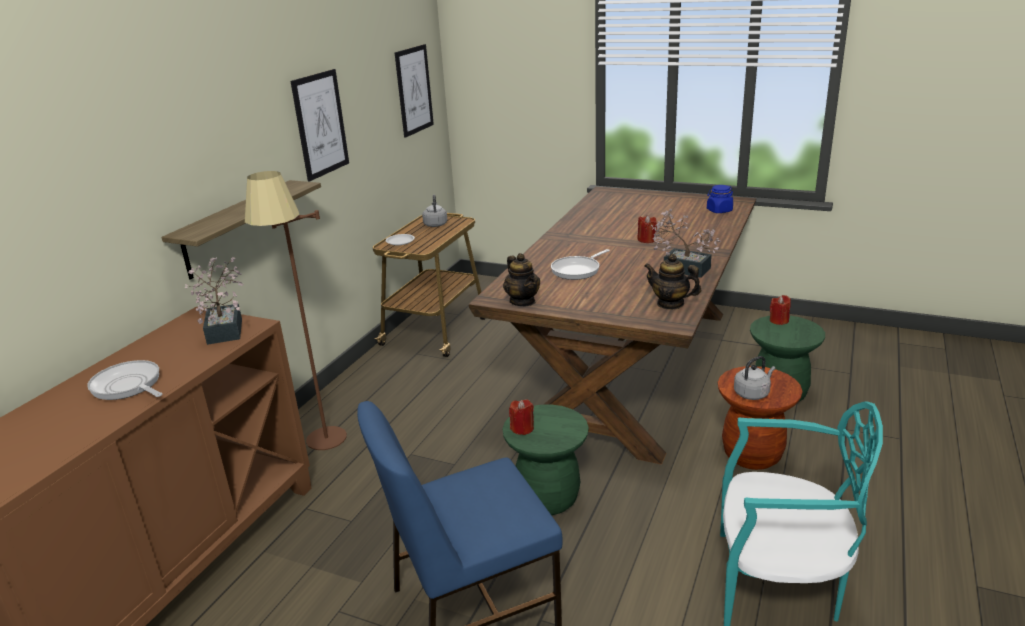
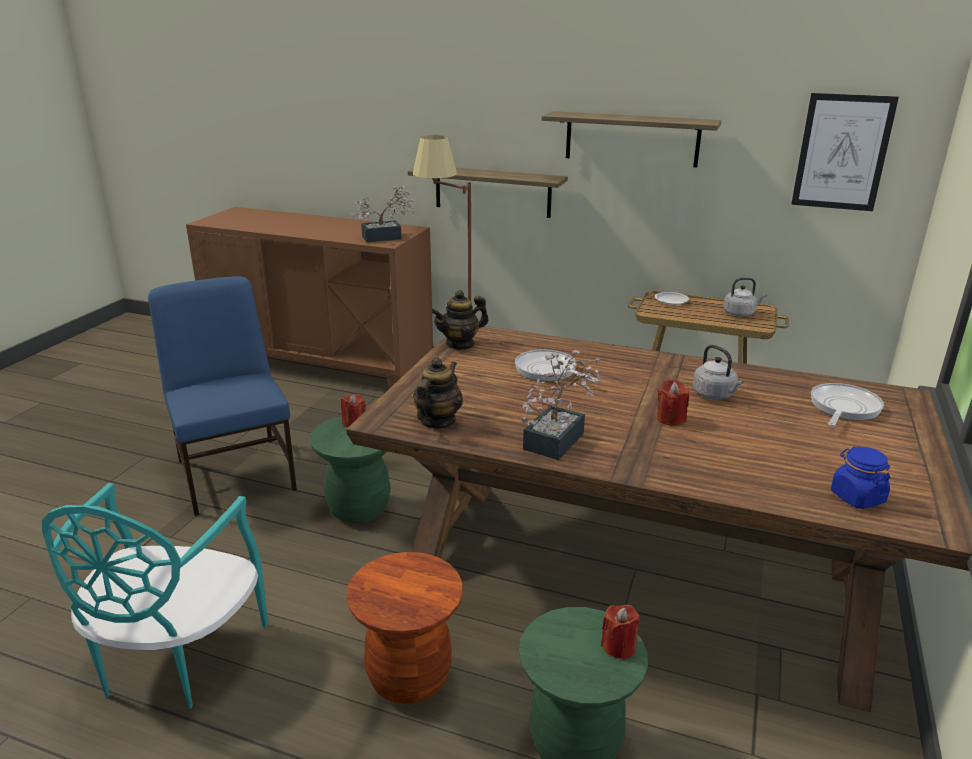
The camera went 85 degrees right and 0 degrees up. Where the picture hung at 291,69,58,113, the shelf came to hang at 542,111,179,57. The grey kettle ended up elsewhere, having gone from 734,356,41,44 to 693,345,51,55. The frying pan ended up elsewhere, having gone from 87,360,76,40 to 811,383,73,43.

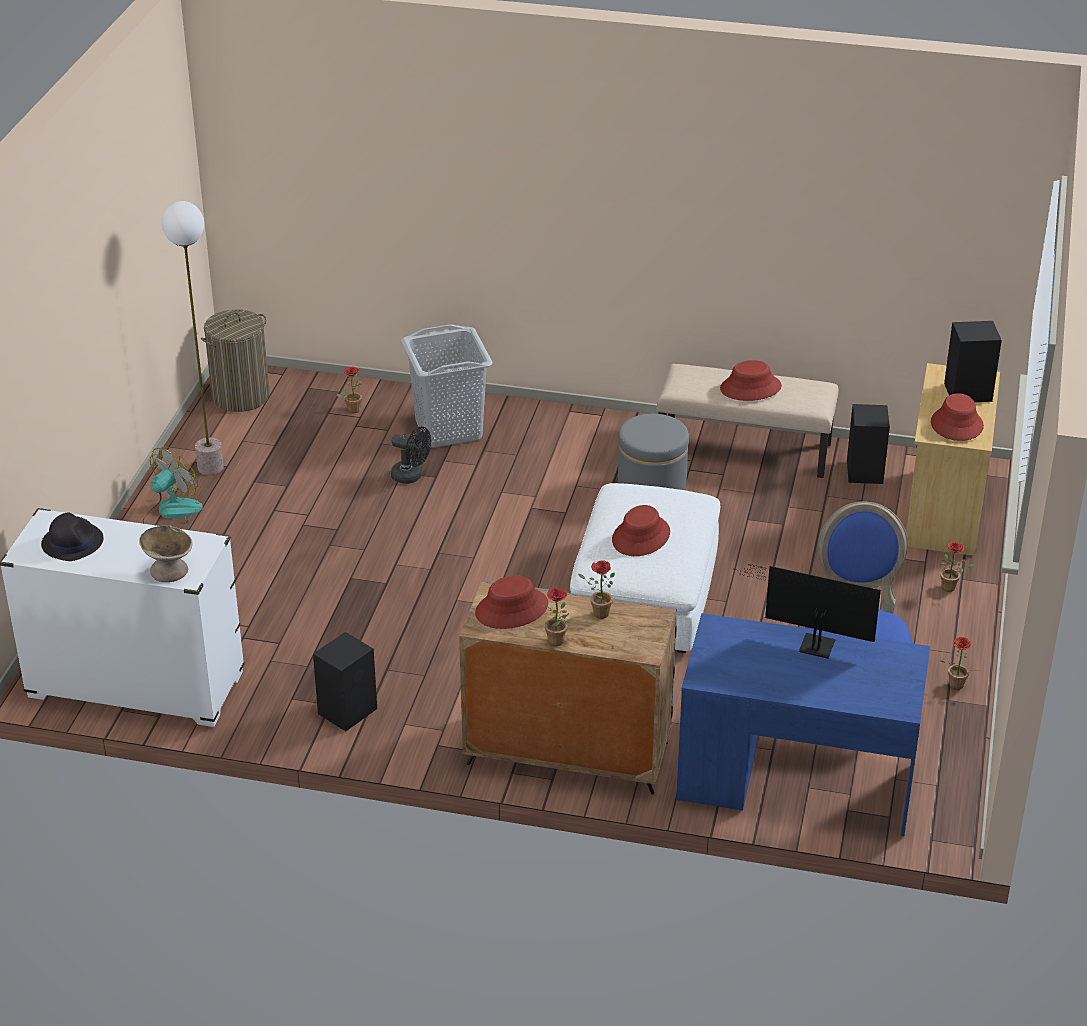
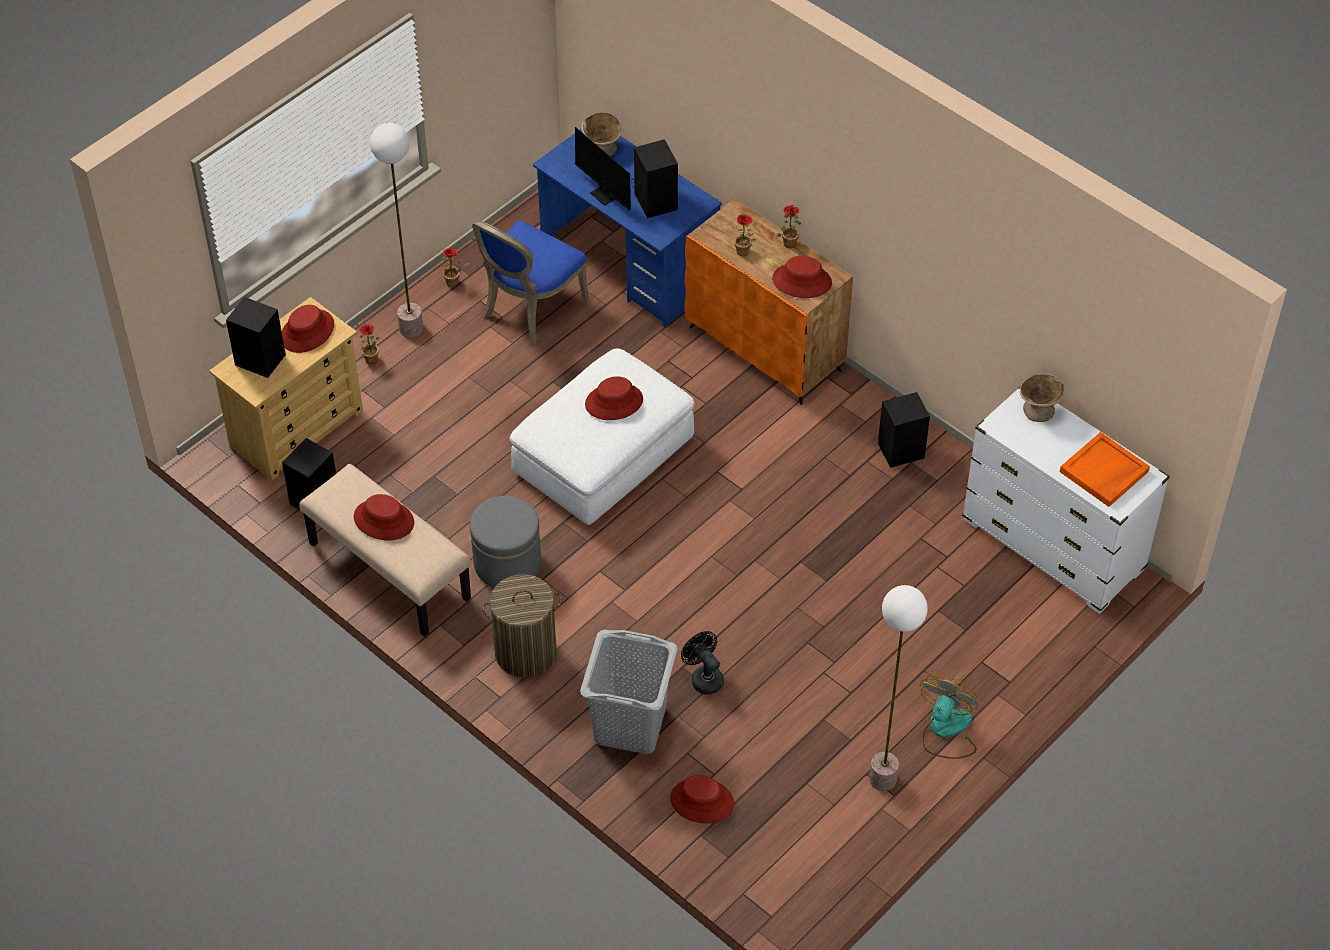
The camera went 150 degrees left and 15 degrees up. The second view gained the floor lamp at 370,123,53,215. The laundry basket ended up elsewhere, having gone from 201,309,69,103 to 482,574,79,103. The second view gained the beige bowl at 581,112,41,45. The second view gained the black speaker at 634,139,44,79. Where the potted plant stood at 336,367,27,46, the red hat came to stand at 670,775,64,49. What was the grey cabinet at 459,580,218,215 turned into the orange cabinet at 685,198,168,207. The fan at 143,447,60,83 ended up facing another way, 135 degrees clockwise from before. Where the black hat stood at 41,512,62,49, the orange tray came to stand at 1060,432,90,75.

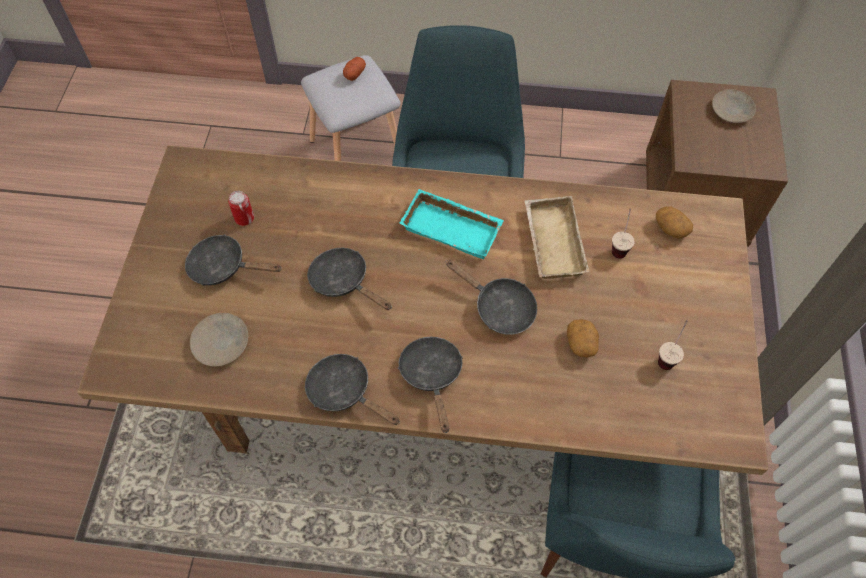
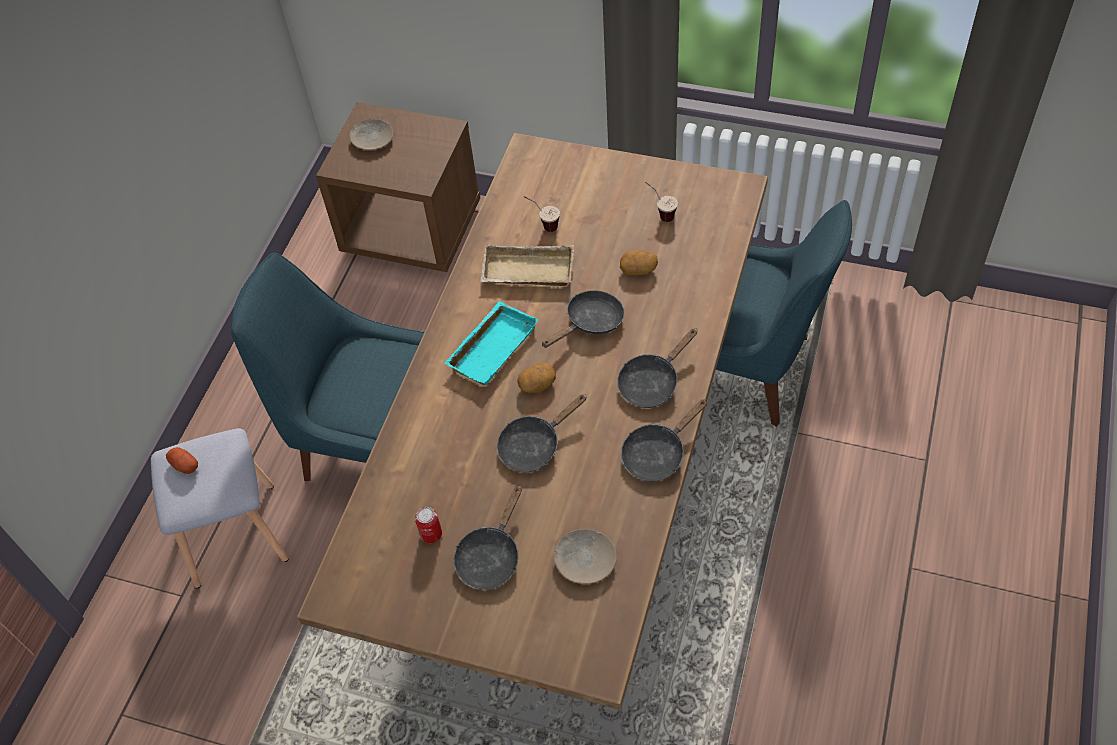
The camera went 75 degrees left and 5 degrees down. The potato ended up elsewhere, having gone from 656,206,37,33 to 517,362,39,31. The black frying pan at 398,337,65,96 ended up facing another way, 45 degrees counterclockwise from before.

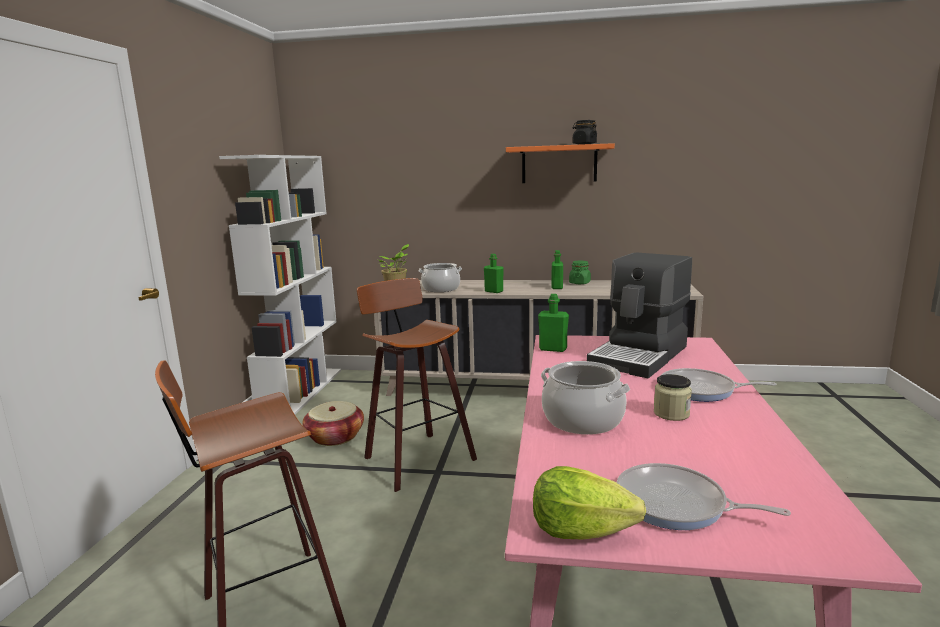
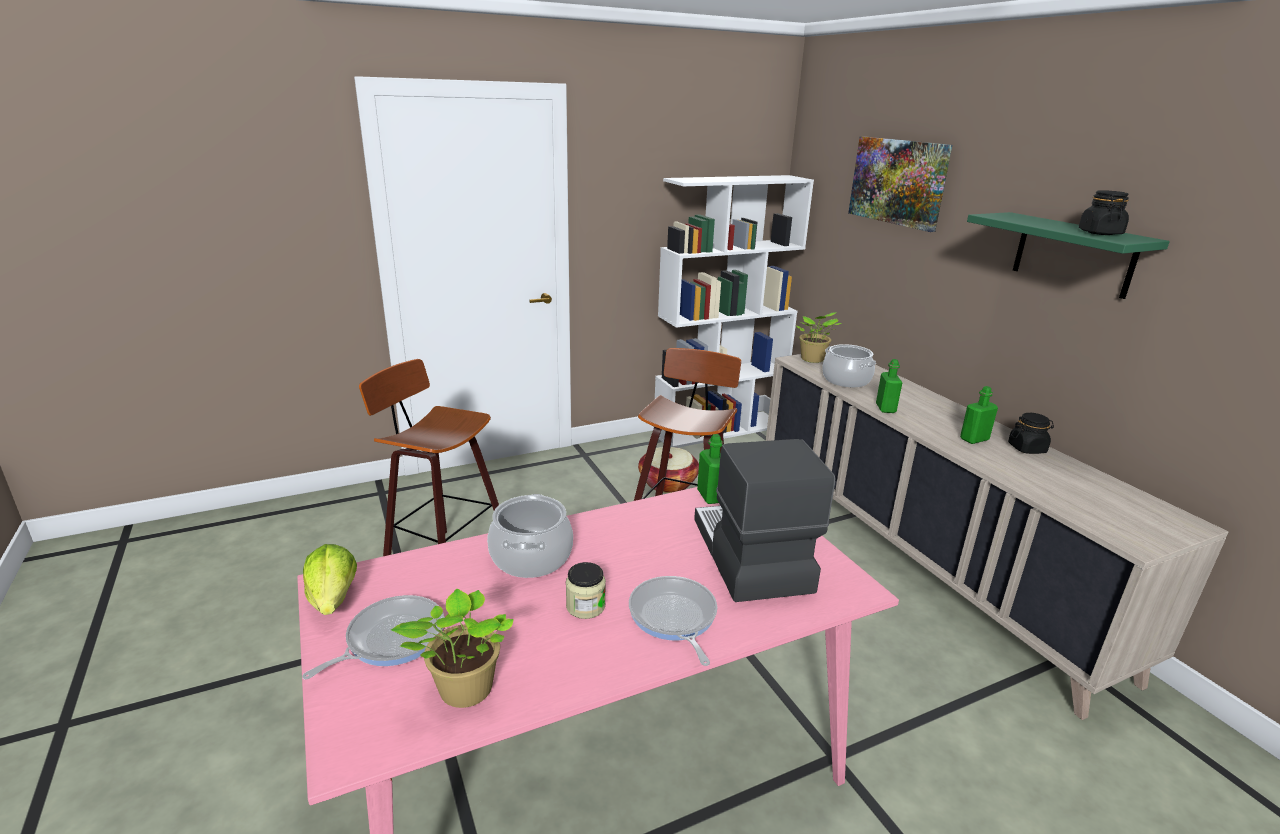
The camera went 55 degrees right and 10 degrees up. The frying pan at 617,463,174,67 ended up facing another way, 45 degrees clockwise from before. The second view gained the potted plant at 391,589,123,119. The coffee machine at 587,252,105,126 ended up facing another way, 75 degrees clockwise from before. The second view gained the picture at 848,136,104,96. What was the orange shelf at 506,143,109,40 turned into the green shelf at 967,212,203,87. What was the green jar at 569,261,22,23 turned into the black jar at 1008,413,46,41.

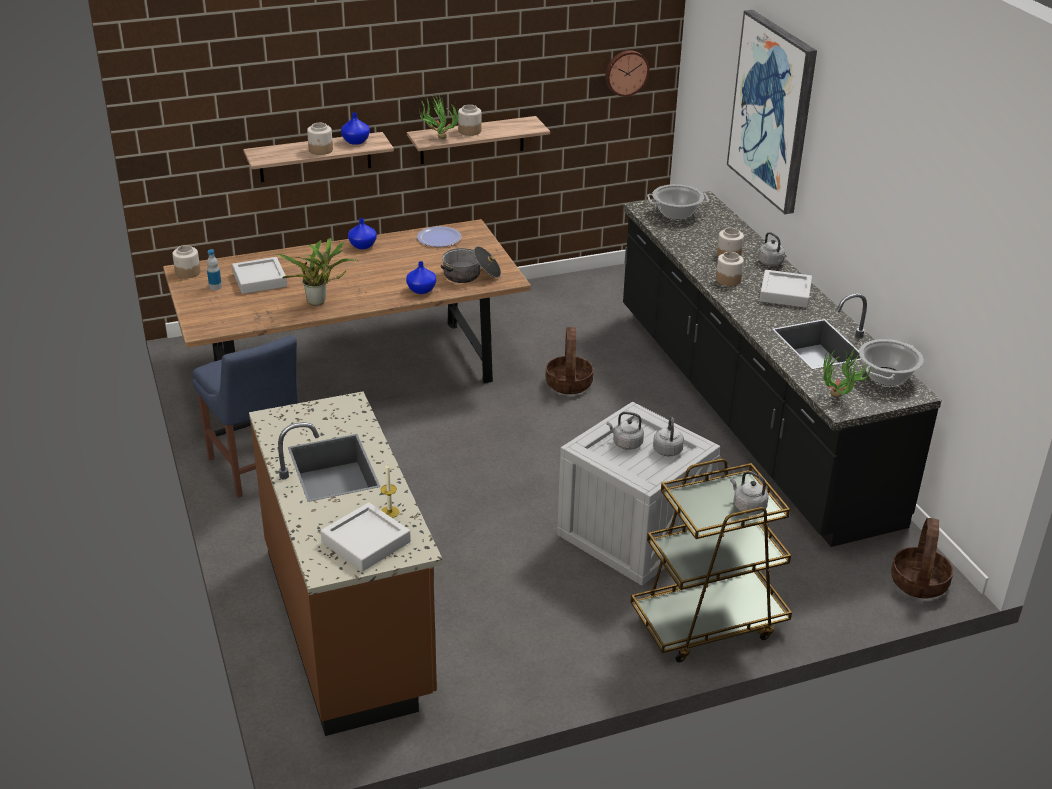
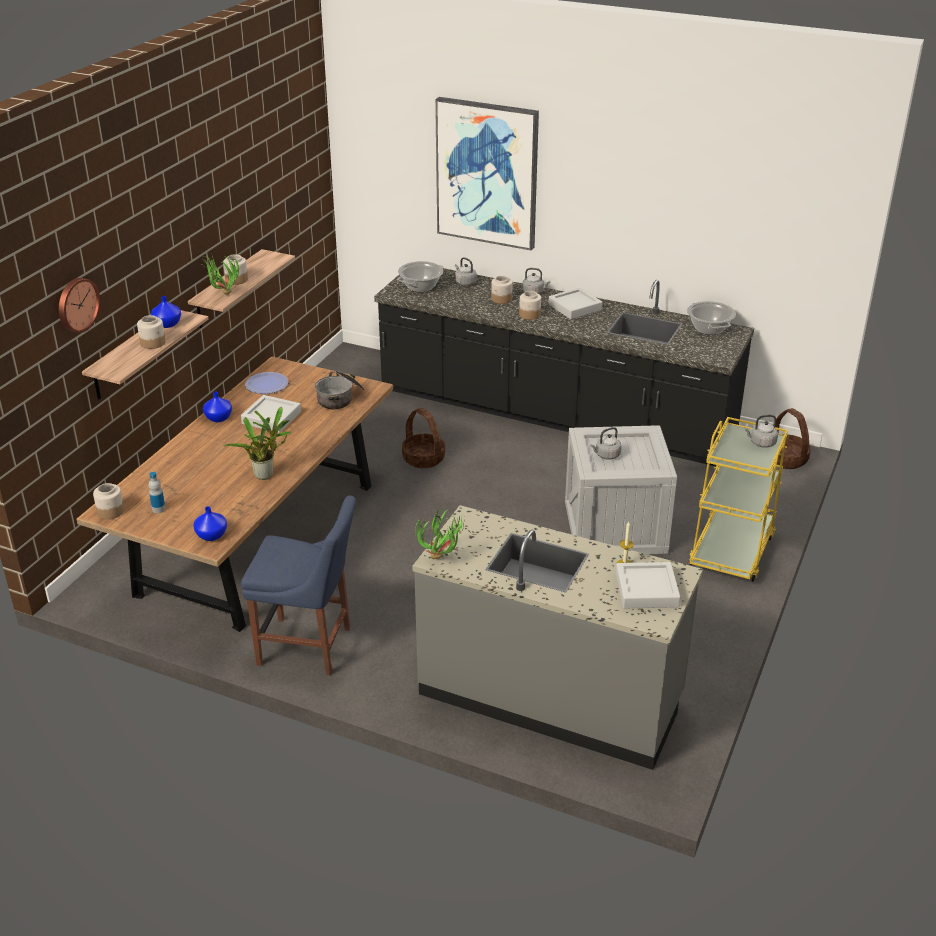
The camera went 45 degrees left and 0 degrees up. The wall clock ended up elsewhere, having gone from 605,50,45,47 to 59,278,41,55. The blue vase ended up elsewhere, having gone from 406,261,30,33 to 193,506,34,35. The grey tray ended up elsewhere, having gone from 232,257,55,37 to 241,395,60,38. What was the brown counter at 249,391,194,345 turned into the grey counter at 412,505,291,265. The potted plant ended up elsewhere, having gone from 823,347,50,50 to 415,507,50,52. The grey kettle ended up elsewhere, having gone from 653,416,31,40 to 455,257,22,29. What was the brown cart at 631,459,161,204 turned into the yellow cart at 689,417,99,165.

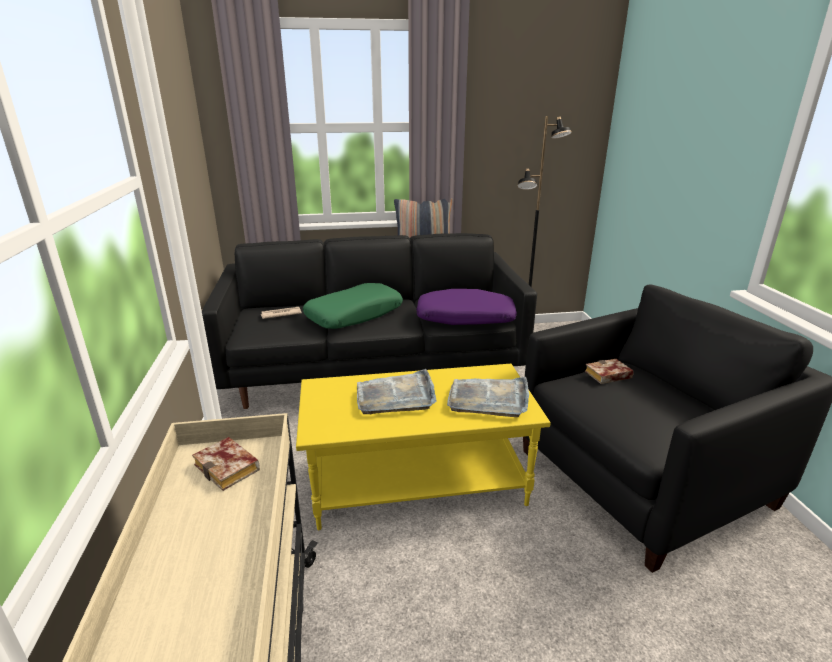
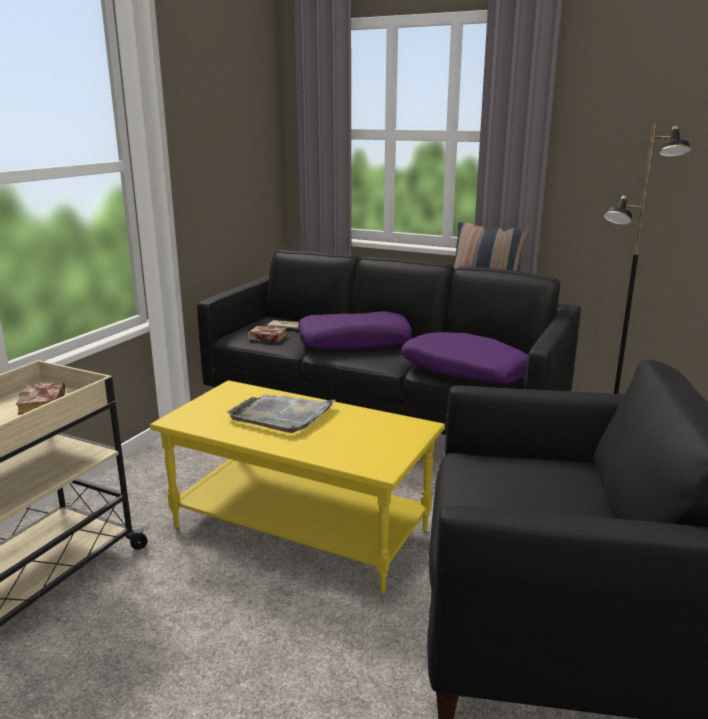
The camera went 35 degrees right and 5 degrees down. The book ended up elsewhere, having gone from 585,359,49,25 to 248,326,39,17. What was the green pillow at 303,283,100,46 turned into the purple pillow at 298,311,114,39. The second view lost the grey tray at 447,377,82,40.

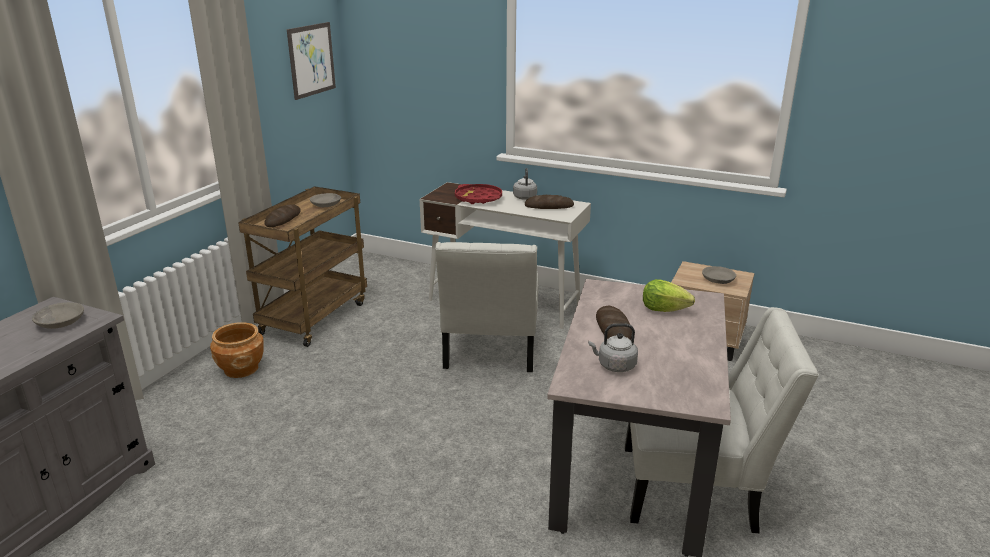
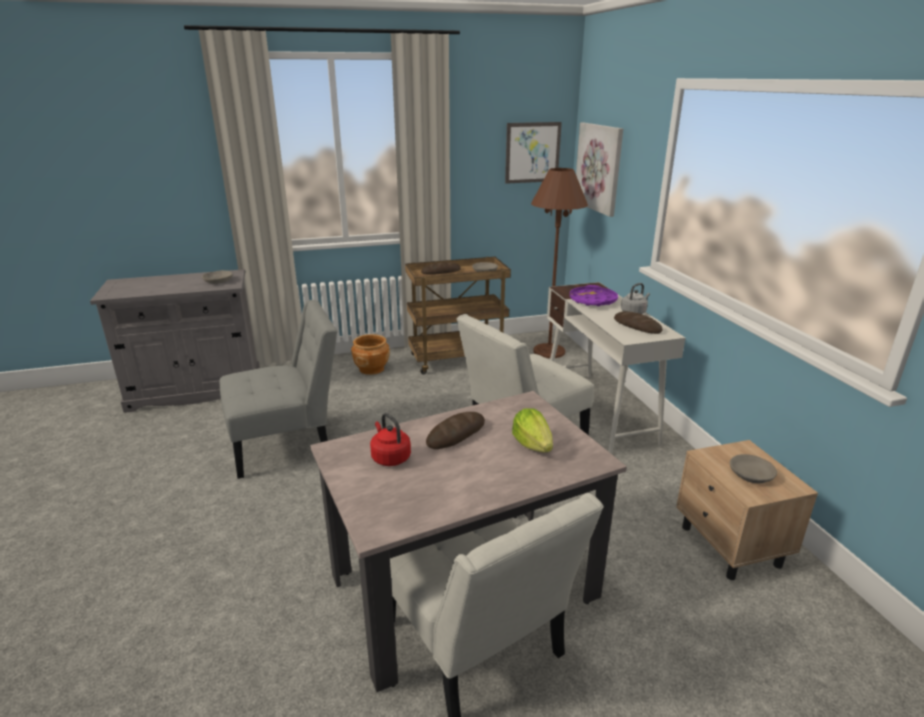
The camera went 50 degrees right and 0 degrees up. The second view gained the grey chair at 219,300,118,179. What was the grey kettle at 588,323,50,49 turned into the red kettle at 370,413,41,53. The second view gained the brown floor lamp at 531,168,57,190. What was the red tray at 455,184,47,20 turned into the purple tray at 570,285,48,21. The second view gained the picture at 576,123,47,94.

